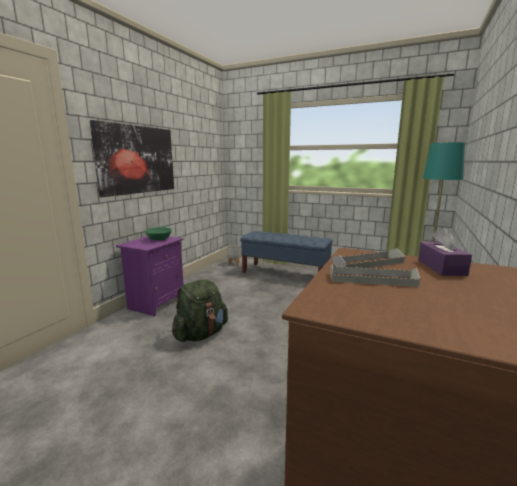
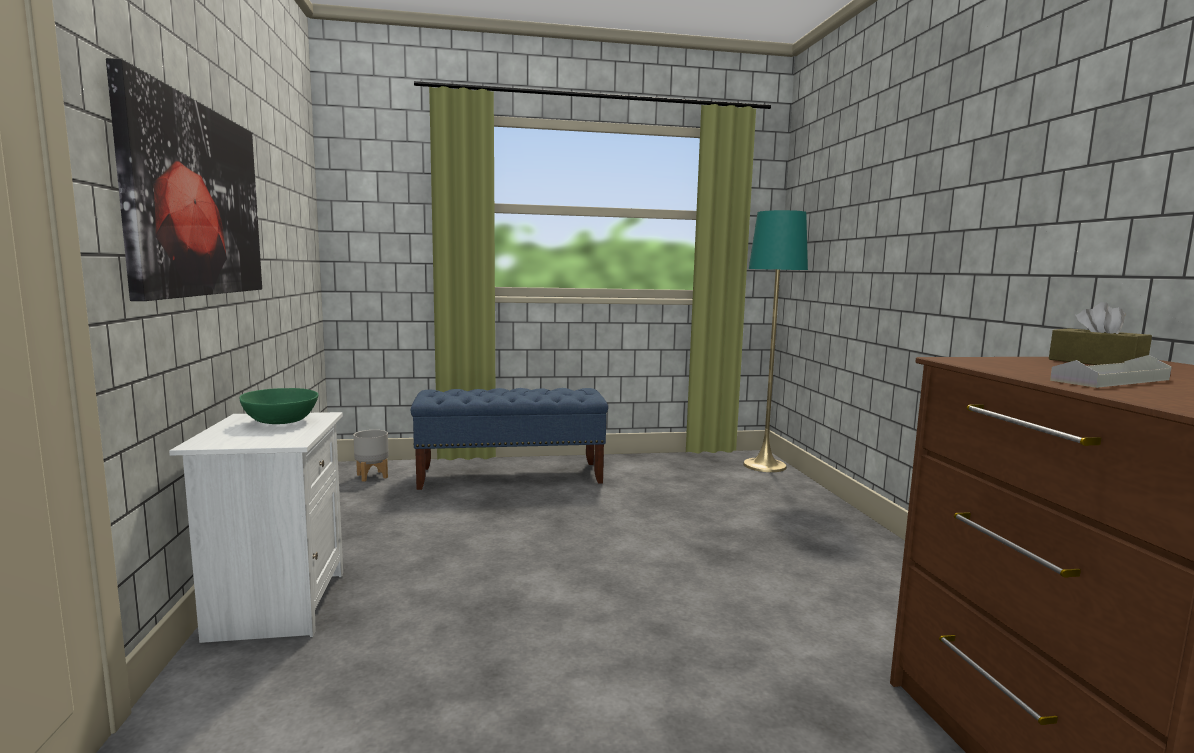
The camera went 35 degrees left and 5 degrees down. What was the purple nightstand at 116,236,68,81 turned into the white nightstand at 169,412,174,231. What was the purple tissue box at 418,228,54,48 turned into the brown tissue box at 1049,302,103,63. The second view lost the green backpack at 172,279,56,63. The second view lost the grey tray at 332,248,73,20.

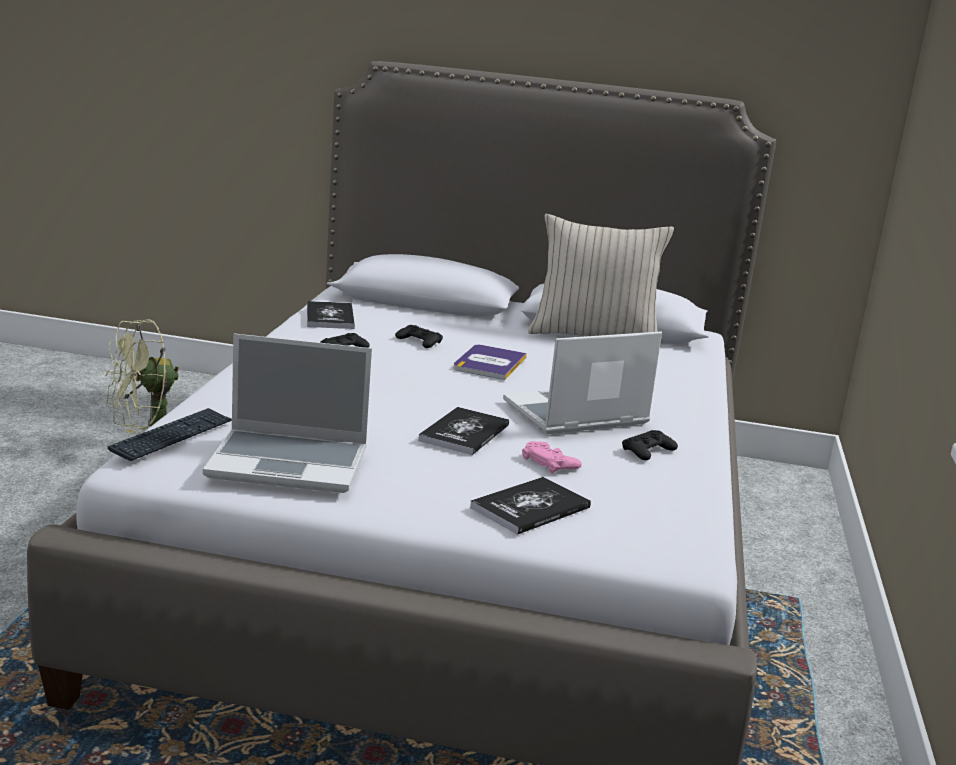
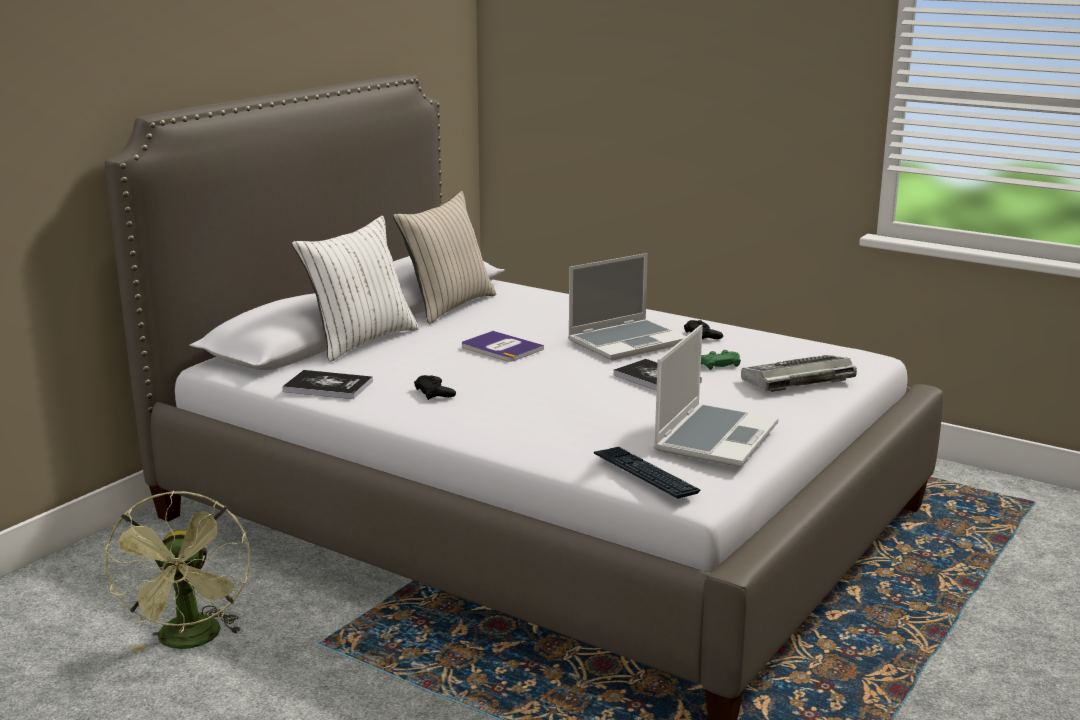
The camera went 65 degrees left and 0 degrees up. The second view gained the white pillow at 292,216,127,146. The laptop at 503,332,159,102 ended up facing another way, 120 degrees counterclockwise from before. What was the pink game controller at 522,441,60,33 turned into the green game controller at 701,350,40,20. Where the book stood at 470,477,121,58, the keyboard came to stand at 741,355,116,37. The second view lost the black game controller at 395,325,48,23.

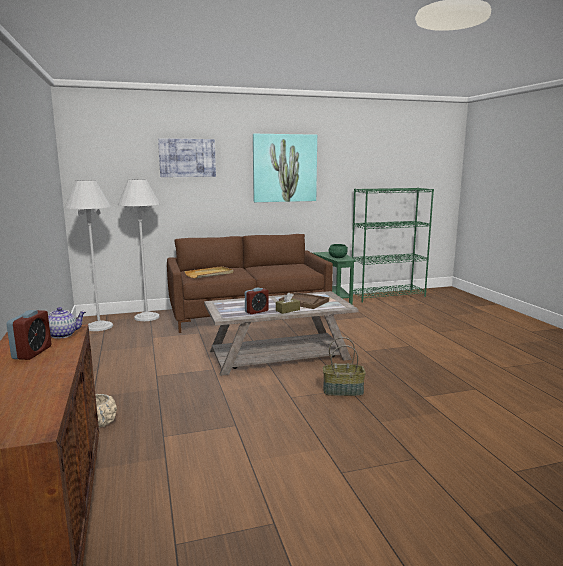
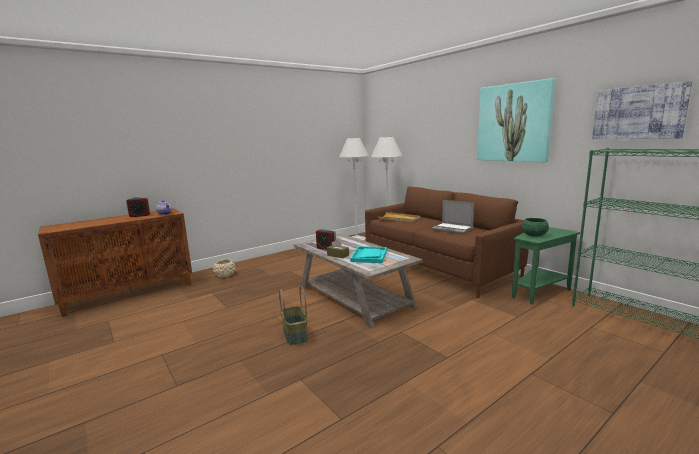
The camera went 70 degrees right and 0 degrees up. What was the brown tray at 279,292,50,17 turned into the turquoise tray at 350,246,37,17. The second view gained the laptop at 432,200,42,34. The picture ended up elsewhere, having gone from 158,138,58,39 to 592,81,100,58.

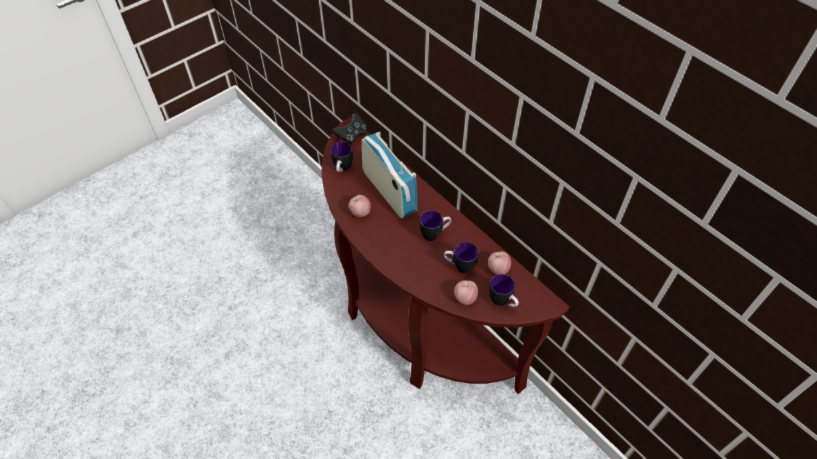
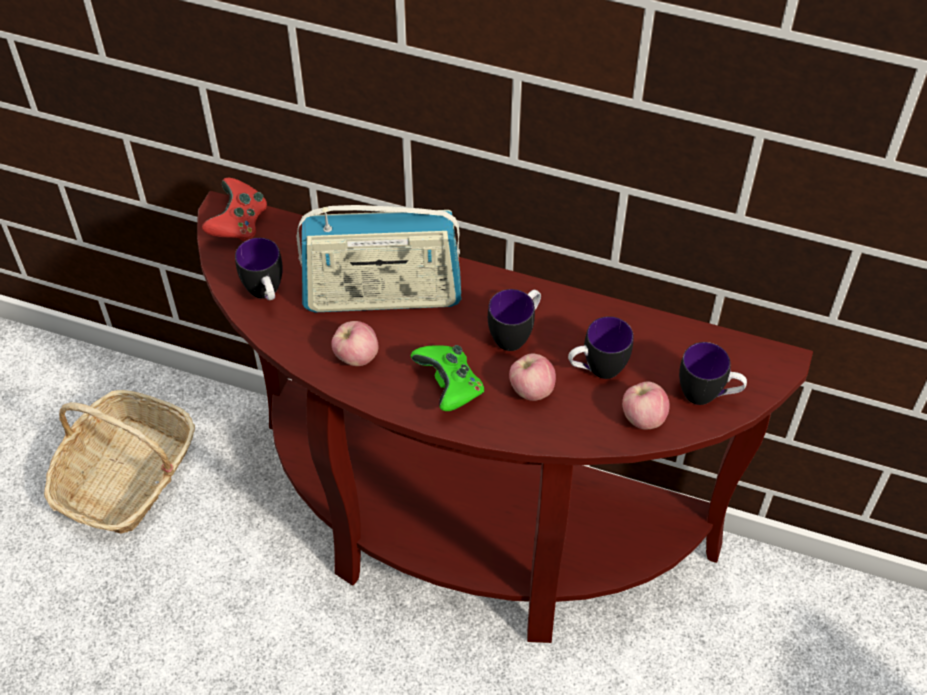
The camera went 30 degrees left and 0 degrees up. The second view gained the basket at 44,390,151,144. What was the black game controller at 332,113,36,32 turned into the red game controller at 202,178,65,63. The radio at 362,132,56,87 ended up facing another way, 150 degrees clockwise from before. The second view gained the green game controller at 411,345,73,66. The apple ended up elsewhere, having gone from 488,251,23,24 to 509,353,47,48.

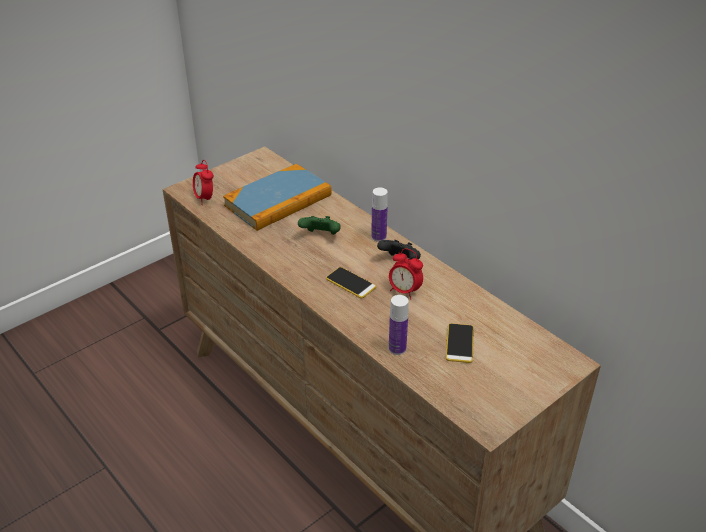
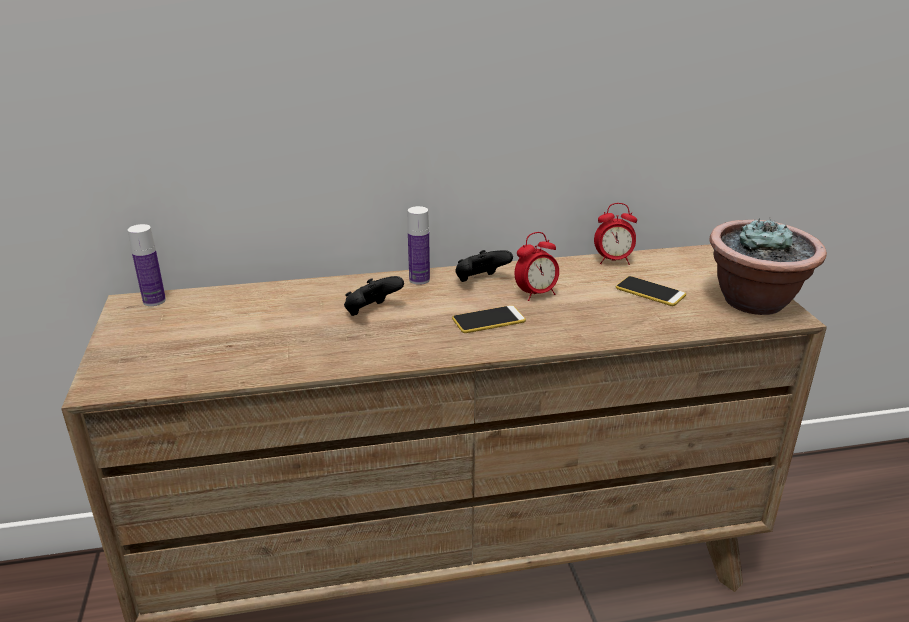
The camera went 60 degrees left and 10 degrees down. The bottle ended up elsewhere, having gone from 389,295,20,60 to 128,224,38,82. What was the green game controller at 298,216,43,19 turned into the black game controller at 344,276,60,40. The alarm clock ended up elsewhere, having gone from 193,160,20,45 to 594,203,43,62. The second view gained the potted plant at 709,218,118,97. The second view lost the book at 223,164,109,67.

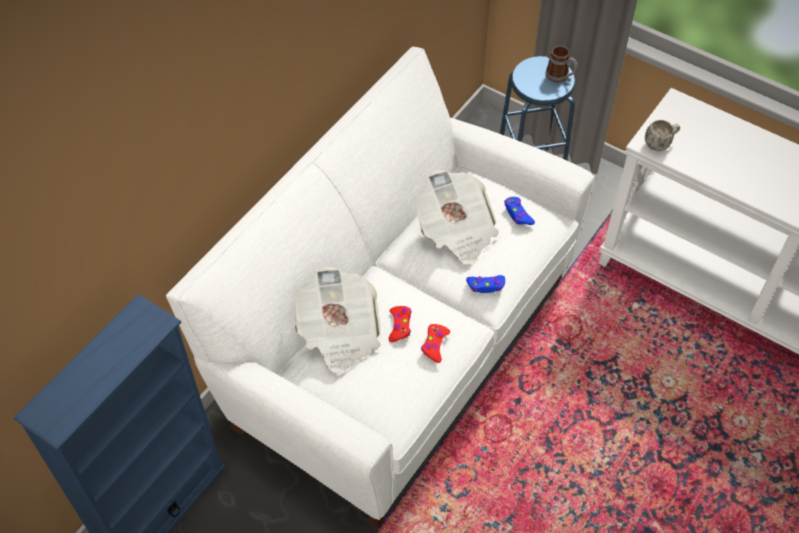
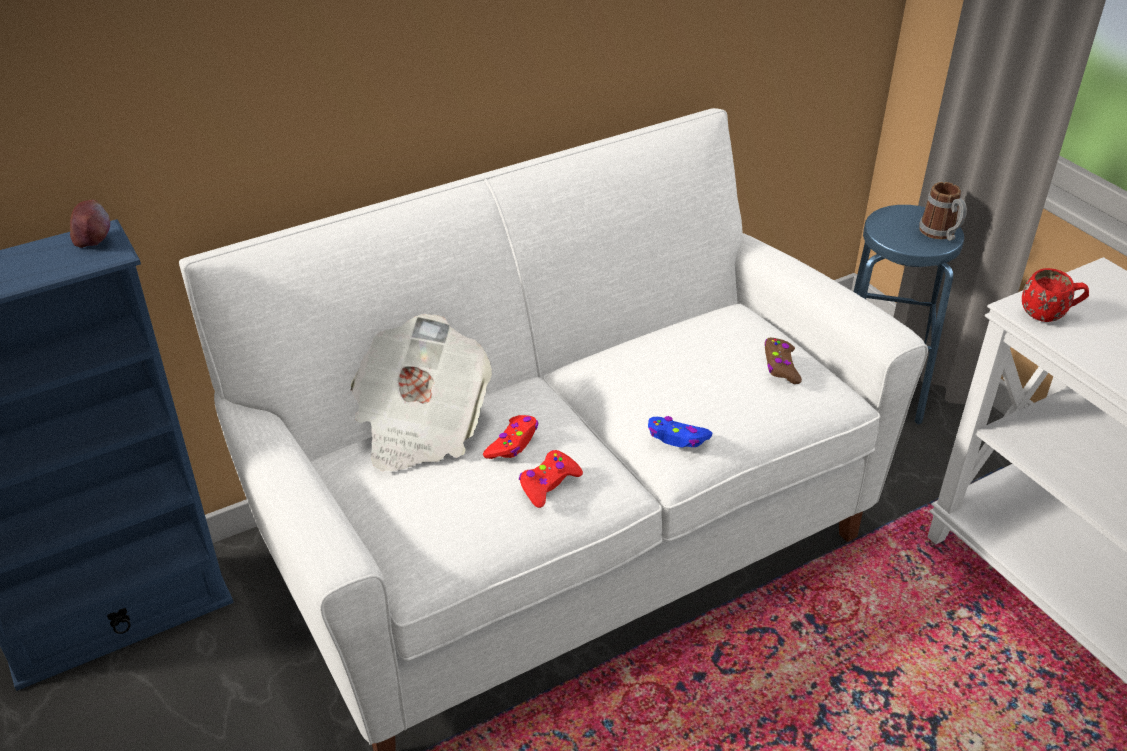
The camera went 25 degrees right and 15 degrees down. The second view gained the apple at 70,200,40,48. What was the blue game controller at 504,197,31,28 turned into the brown game controller at 764,338,38,46. What was the white mug at 645,120,35,31 turned into the red mug at 1022,268,67,54. The second view lost the newspaper at 415,169,84,96.

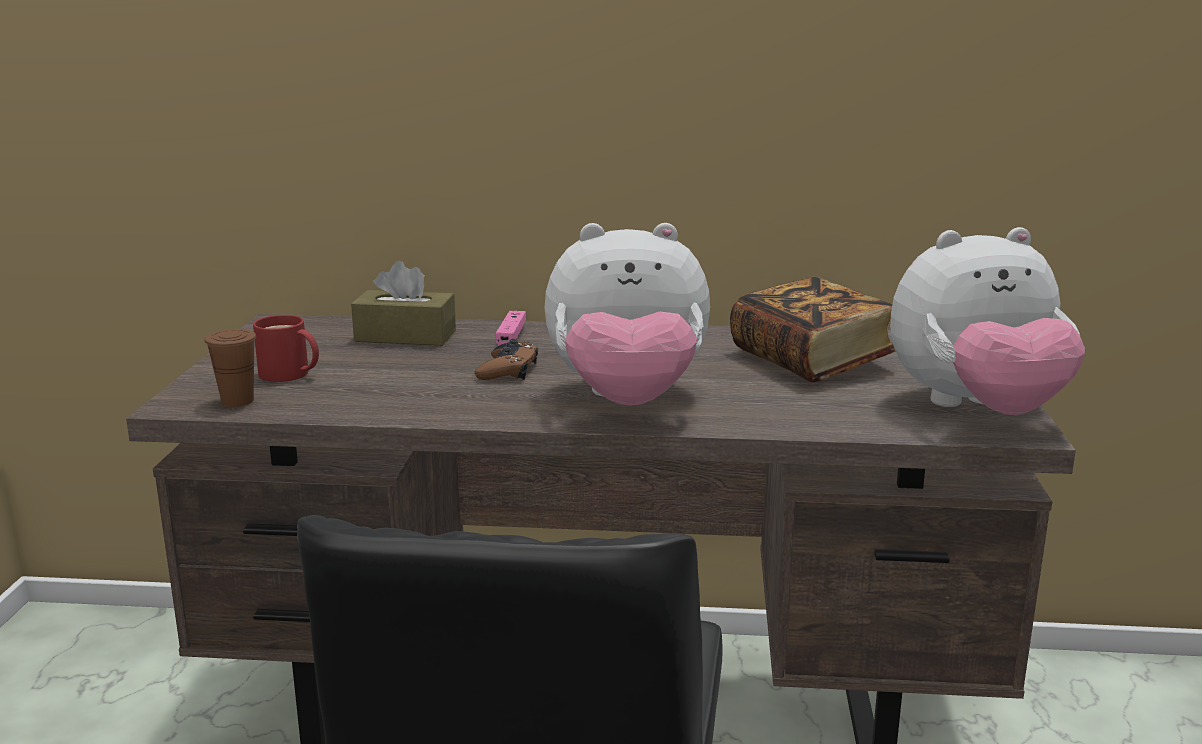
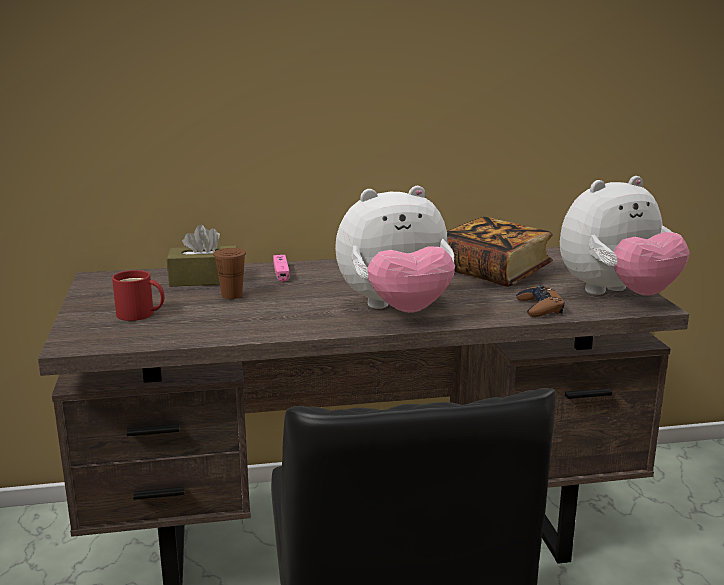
The camera went 15 degrees left and 0 degrees up. The brown cup ended up elsewhere, having gone from 204,329,52,78 to 213,248,33,51. The brown game controller ended up elsewhere, having gone from 474,339,64,41 to 516,285,49,32.

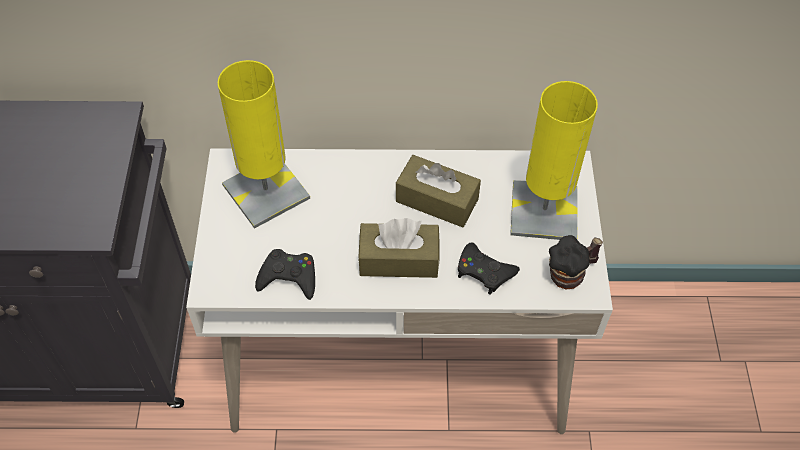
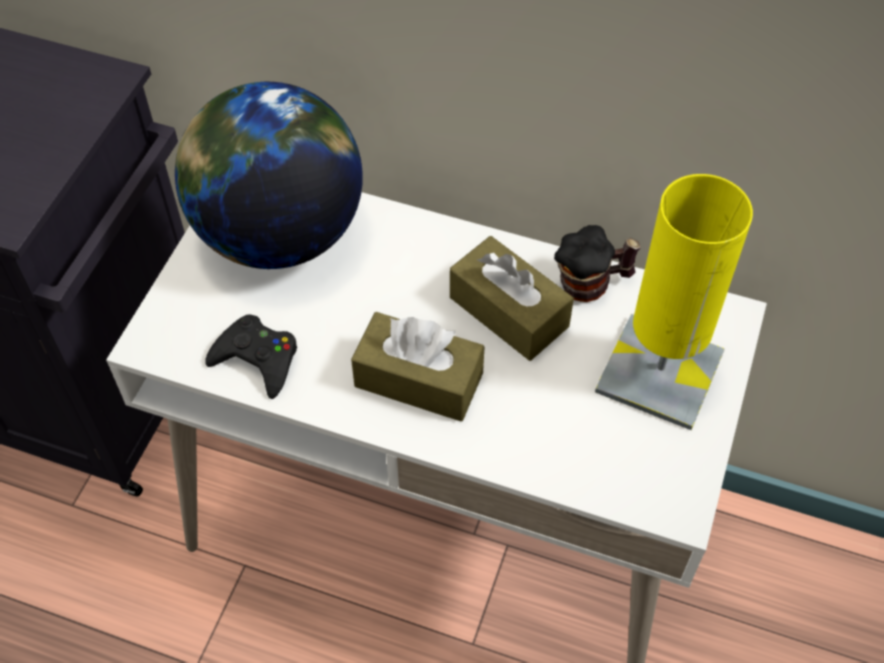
The camera went 20 degrees right and 0 degrees up. Where the yellow table lamp stood at 218,60,92,169, the globe came to stand at 175,82,188,187. The mug ended up elsewhere, having gone from 549,235,54,54 to 554,225,87,77. The second view lost the black game controller at 458,242,62,53.

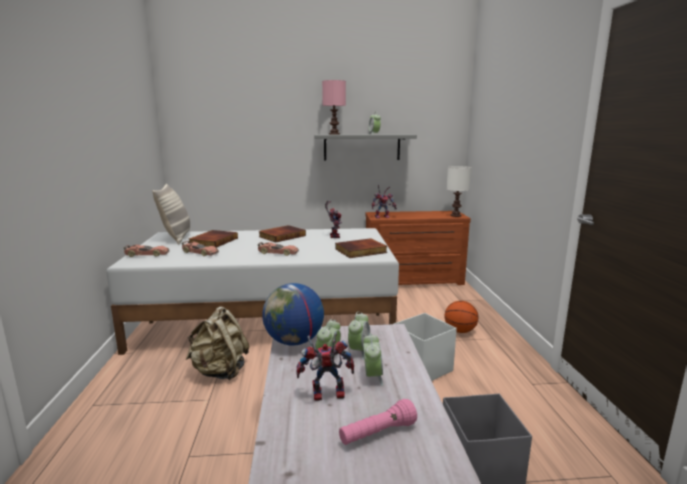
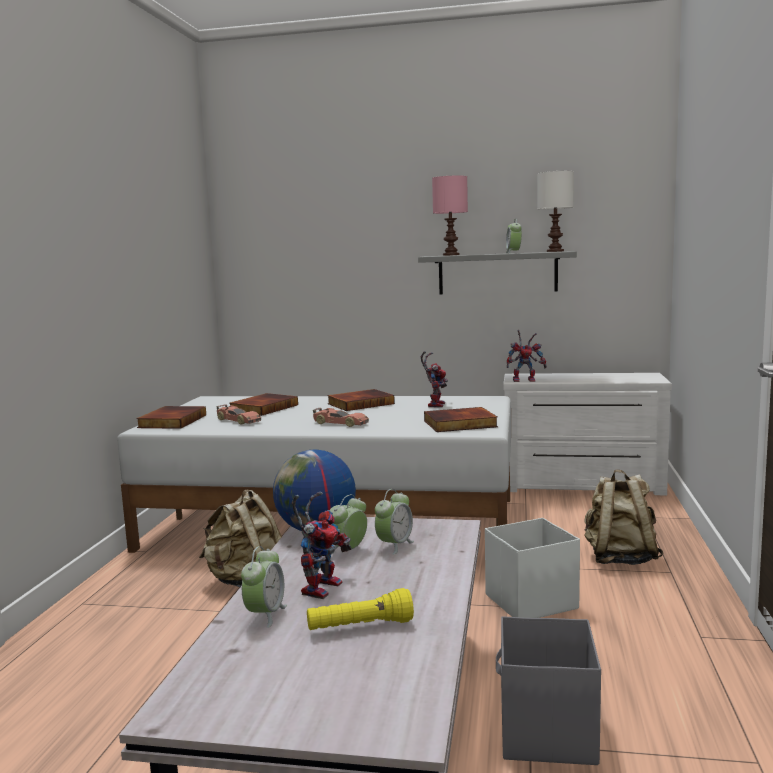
The camera went 15 degrees right and 5 degrees down. Where the toy car stood at 123,245,46,12, the book came to stand at 136,406,70,23. The alarm clock ended up elsewhere, having gone from 363,333,20,53 to 241,546,46,82. The toy robot at 296,332,58,69 ended up facing another way, 105 degrees clockwise from before. What was the pink flashlight at 339,399,78,46 turned into the yellow flashlight at 307,588,107,42. What was the brown dresser at 365,211,106,74 turned into the white dresser at 503,373,169,122. The white table lamp ended up elsewhere, having gone from 446,166,25,51 to 538,171,36,81. Where the basketball stood at 445,301,33,32, the beige backpack came to stand at 584,469,80,96. The second view lost the pillow at 152,184,38,60.

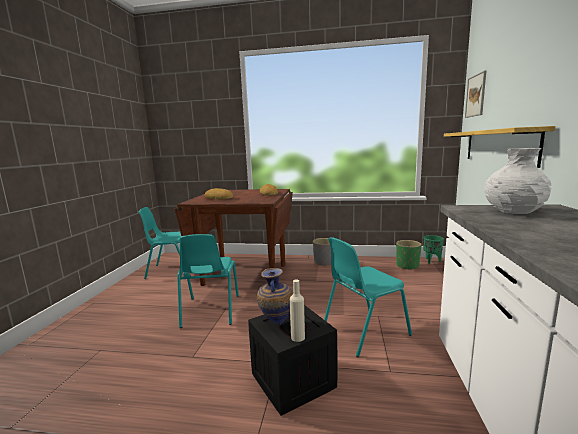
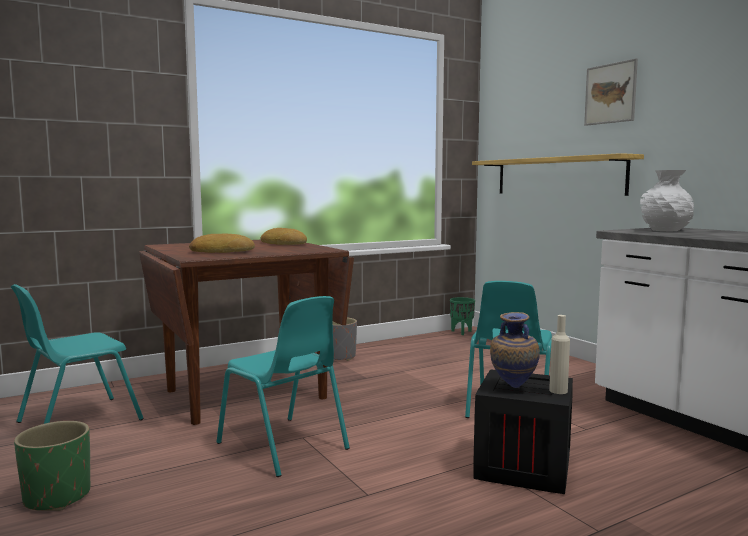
The camera went 40 degrees left and 5 degrees down. The green planter ended up elsewhere, having gone from 396,240,26,30 to 14,421,76,90. The picture ended up elsewhere, having gone from 465,70,22,48 to 584,59,54,67.

